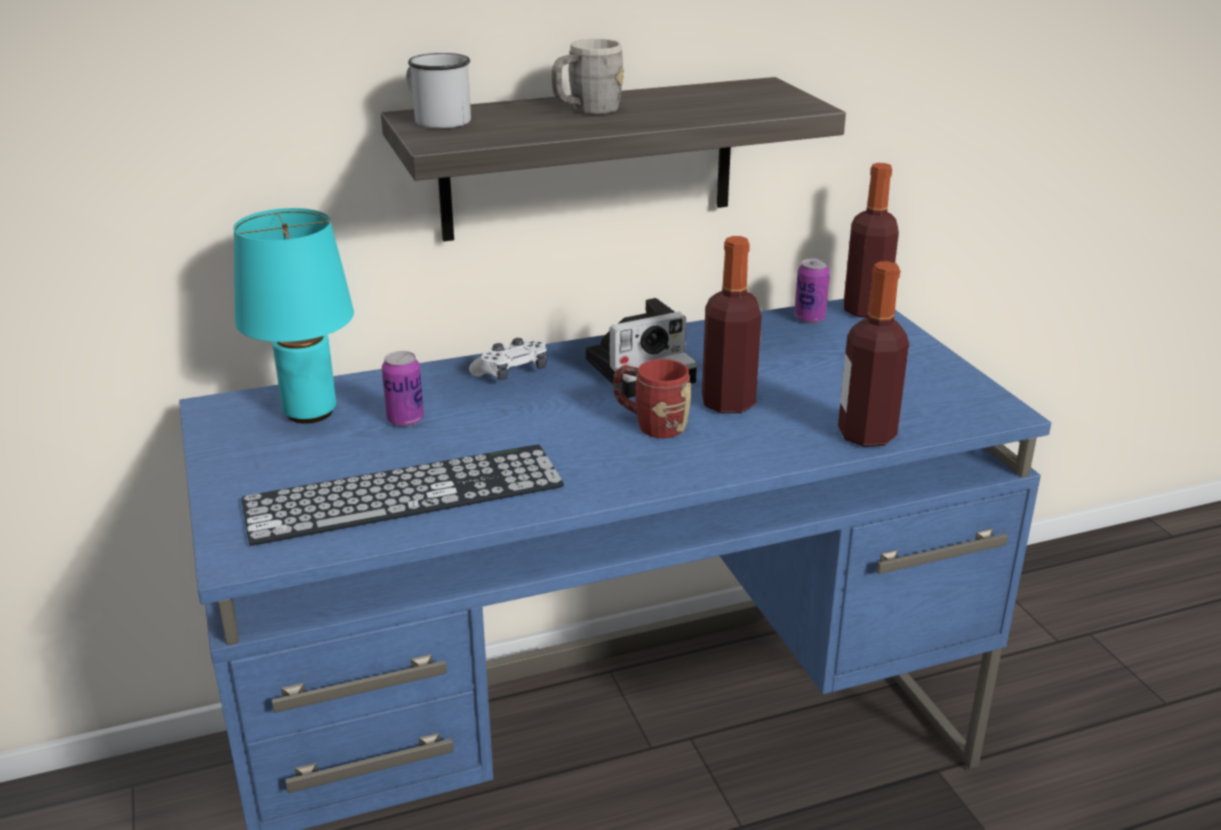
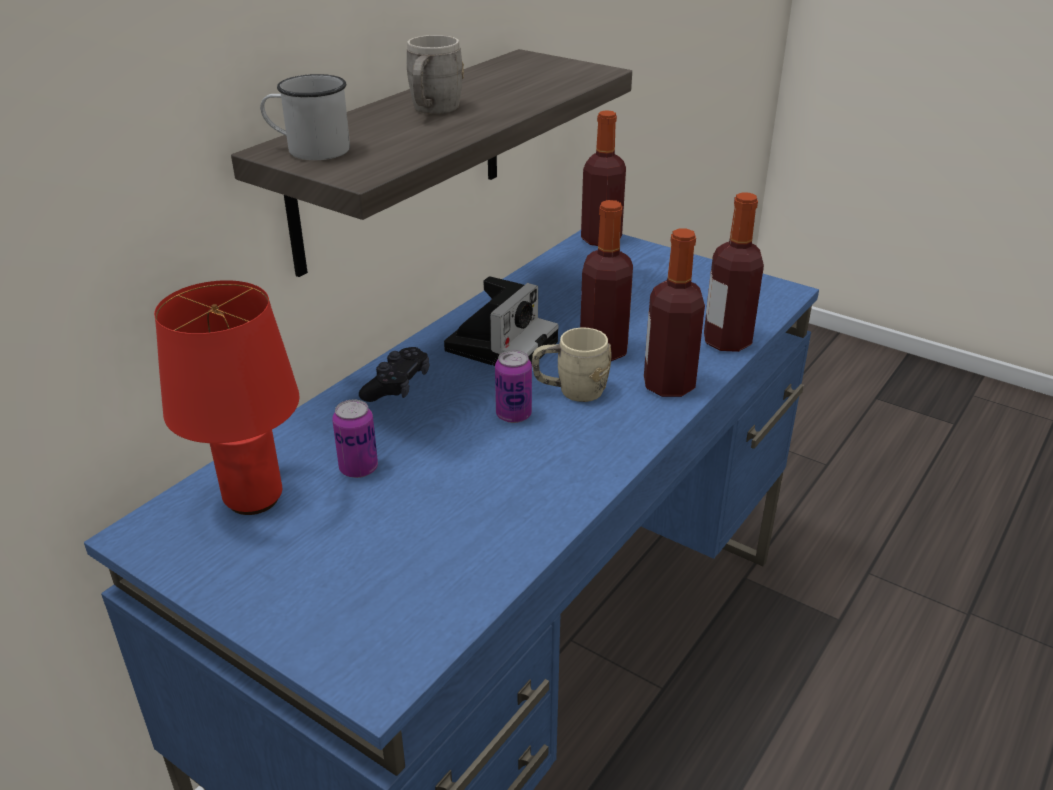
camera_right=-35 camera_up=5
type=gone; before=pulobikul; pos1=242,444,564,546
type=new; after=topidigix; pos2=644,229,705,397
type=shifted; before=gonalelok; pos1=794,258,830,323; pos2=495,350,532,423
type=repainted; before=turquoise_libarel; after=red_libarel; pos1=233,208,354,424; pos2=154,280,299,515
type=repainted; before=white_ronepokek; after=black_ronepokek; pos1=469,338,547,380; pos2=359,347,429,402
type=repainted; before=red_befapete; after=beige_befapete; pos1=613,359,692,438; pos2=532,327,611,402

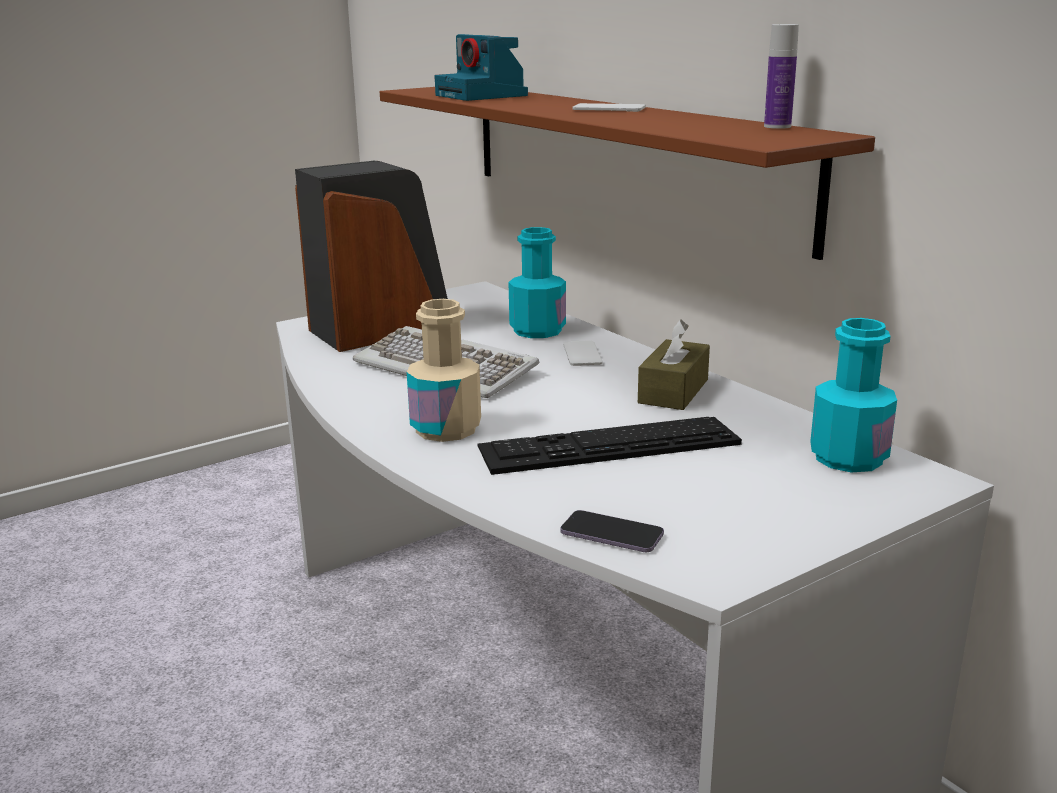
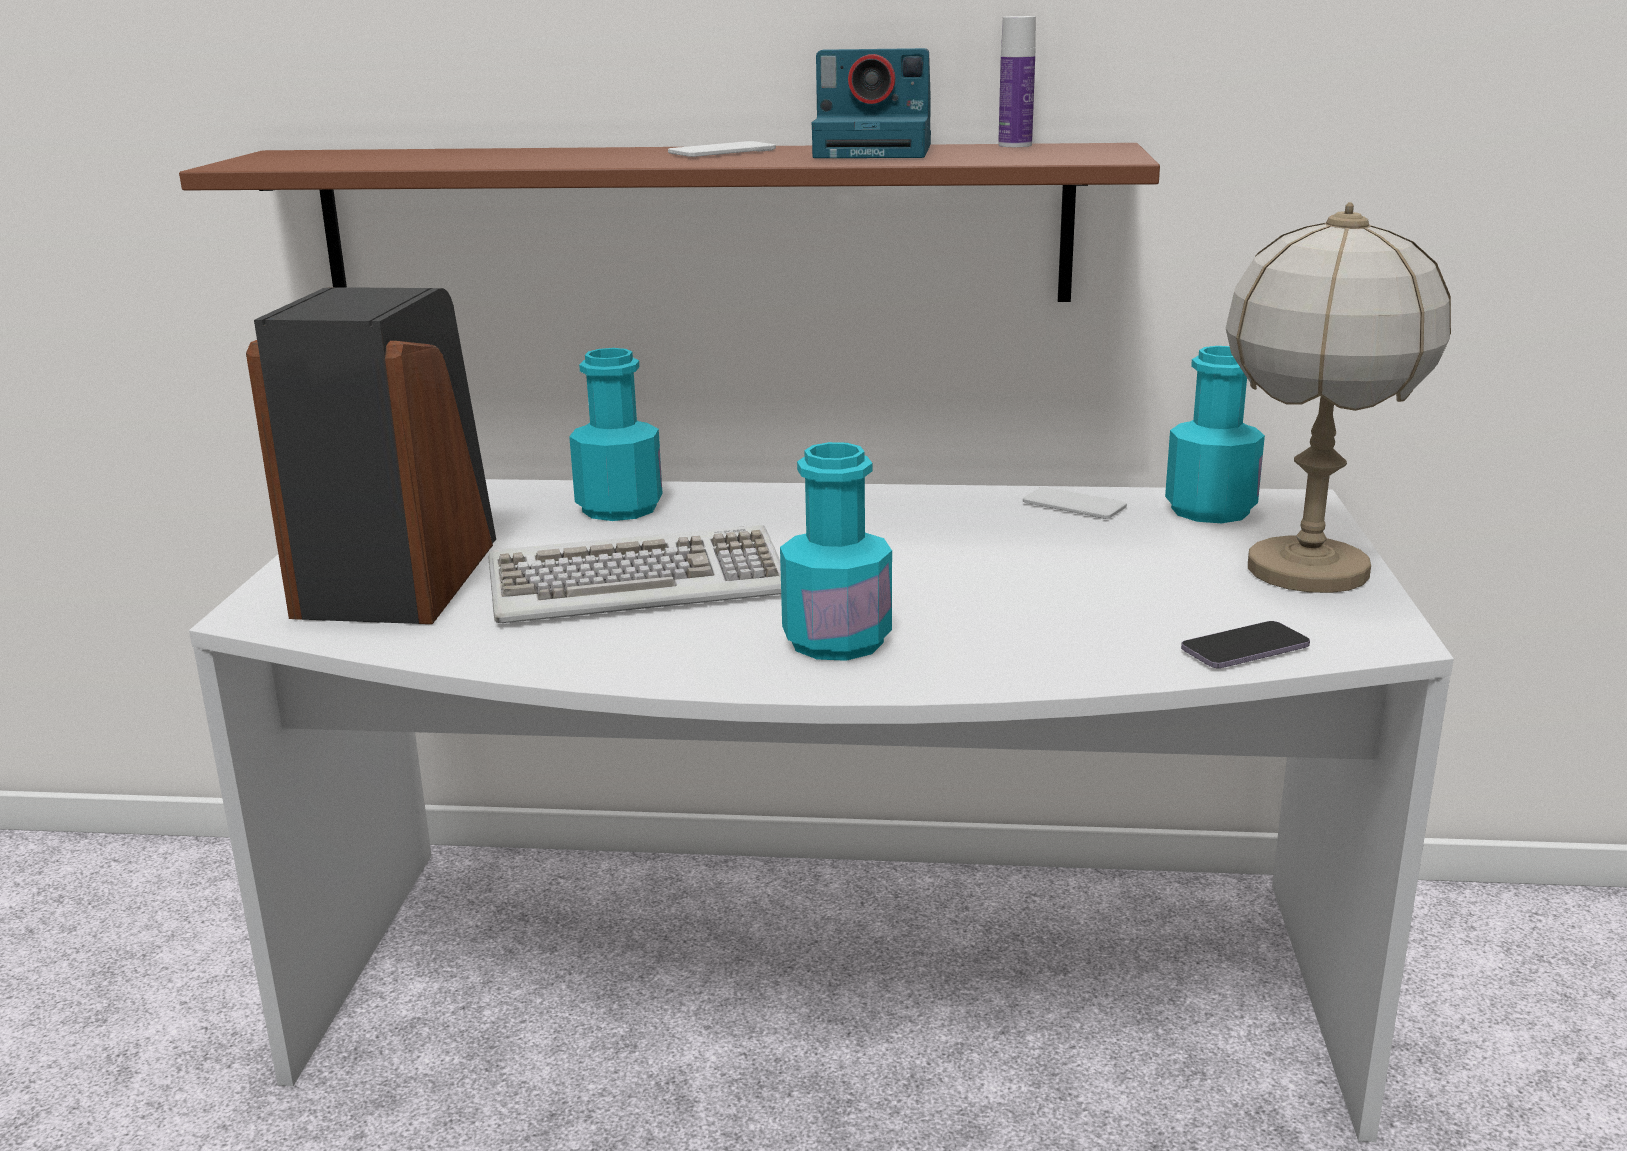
camera_right=-50 camera_up=0
type=gone; before=pulobikul; pos1=477,417,742,475
type=gone; before=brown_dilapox; pos1=638,319,710,410
type=new; after=libarel; pos2=1226,202,1451,593
type=shifted; before=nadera; pos1=434,34,528,101; pos2=812,48,931,158
type=shifted; before=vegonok; pos1=563,341,603,366; pos2=1023,487,1127,519
type=repainted; before=beige_topidigix; after=turquoise_topidigix; pos1=407,299,481,442; pos2=780,442,892,661

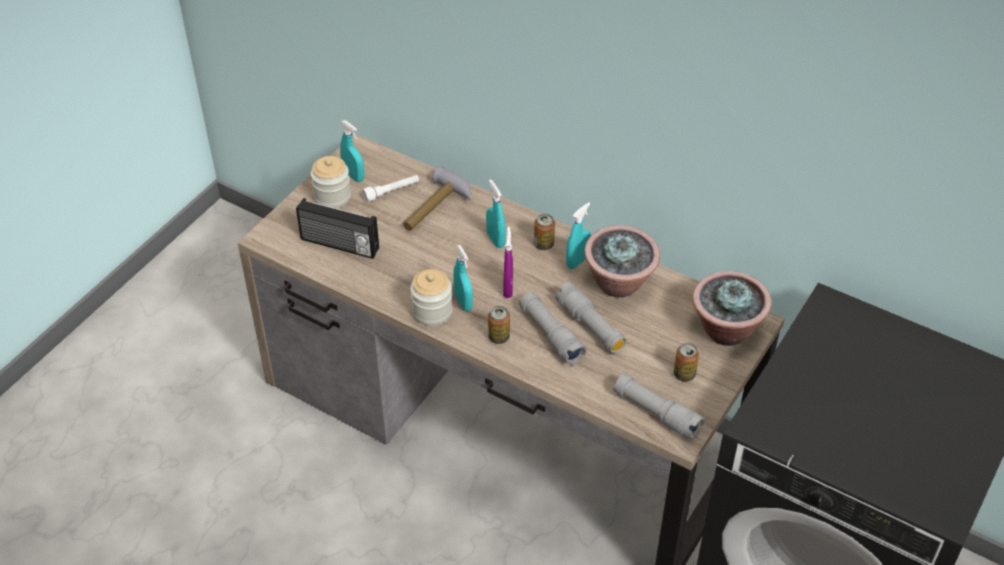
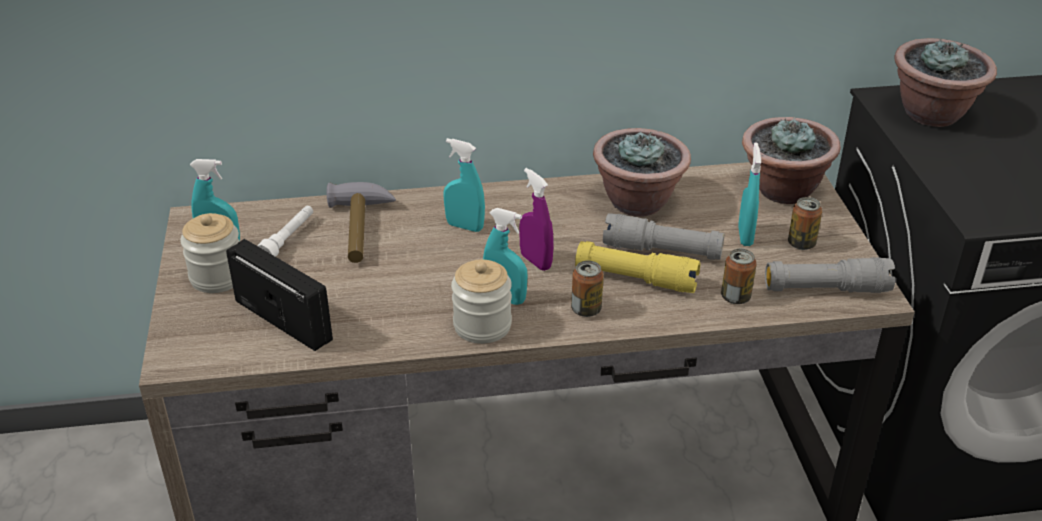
camera_right=-40 camera_up=-10
type=new; after=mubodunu; pos2=894,38,997,127
type=shifted; before=gonalelok; pos1=534,214,555,250; pos2=721,249,757,304
type=shifted; before=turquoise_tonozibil; pos1=566,202,591,269; pos2=738,142,761,246
type=repainted; before=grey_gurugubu; after=yellow_gurugubu; pos1=519,292,587,365; pos2=575,241,701,293
type=rotated; before=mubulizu; pos1=296,198,379,259; pos2=226,239,333,351; turn=-120

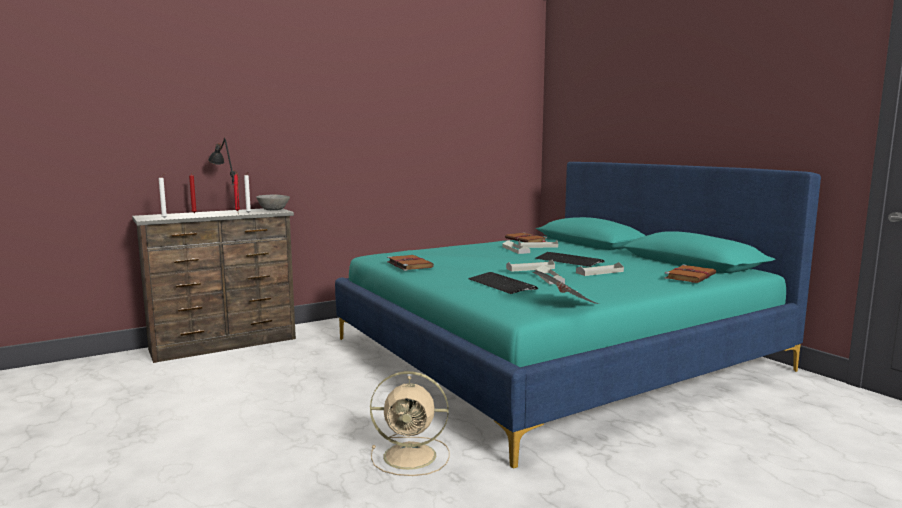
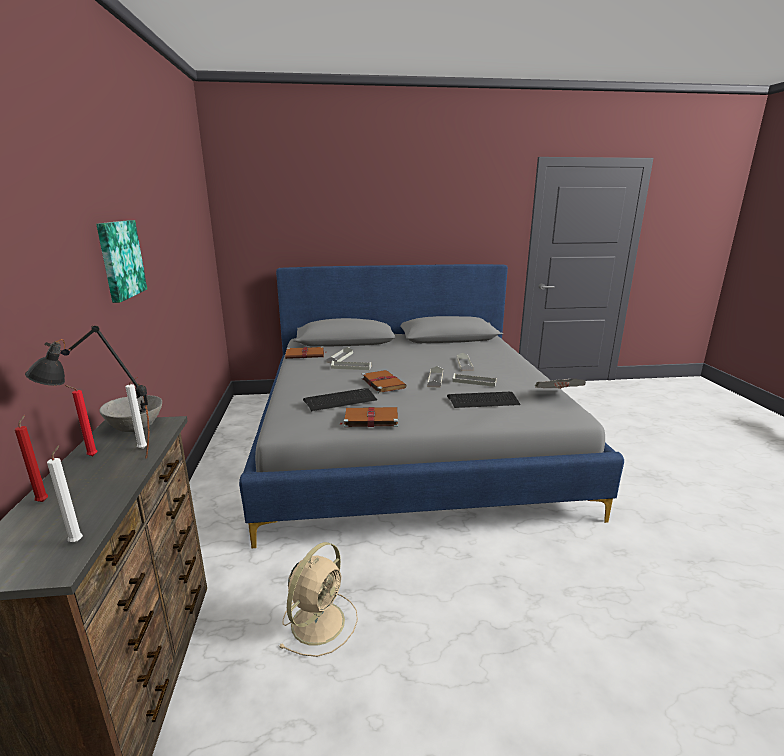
camera_right=-65 camera_up=10
type=new; after=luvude; pos2=96,220,147,303
type=shifted; before=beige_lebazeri; pos1=370,371,450,476; pos2=279,542,358,657
type=shifted; before=pulobikul; pos1=535,252,605,267; pos2=303,388,377,411
type=shifted; before=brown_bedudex; pos1=664,264,716,283; pos2=361,370,407,393
type=repainted; before=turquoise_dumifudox; after=grey_dumifudox; pos1=335,162,821,468; pos2=239,264,624,548

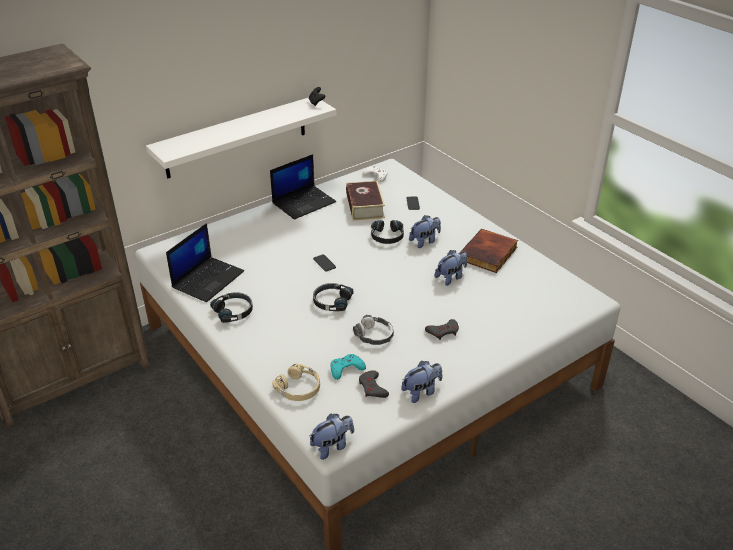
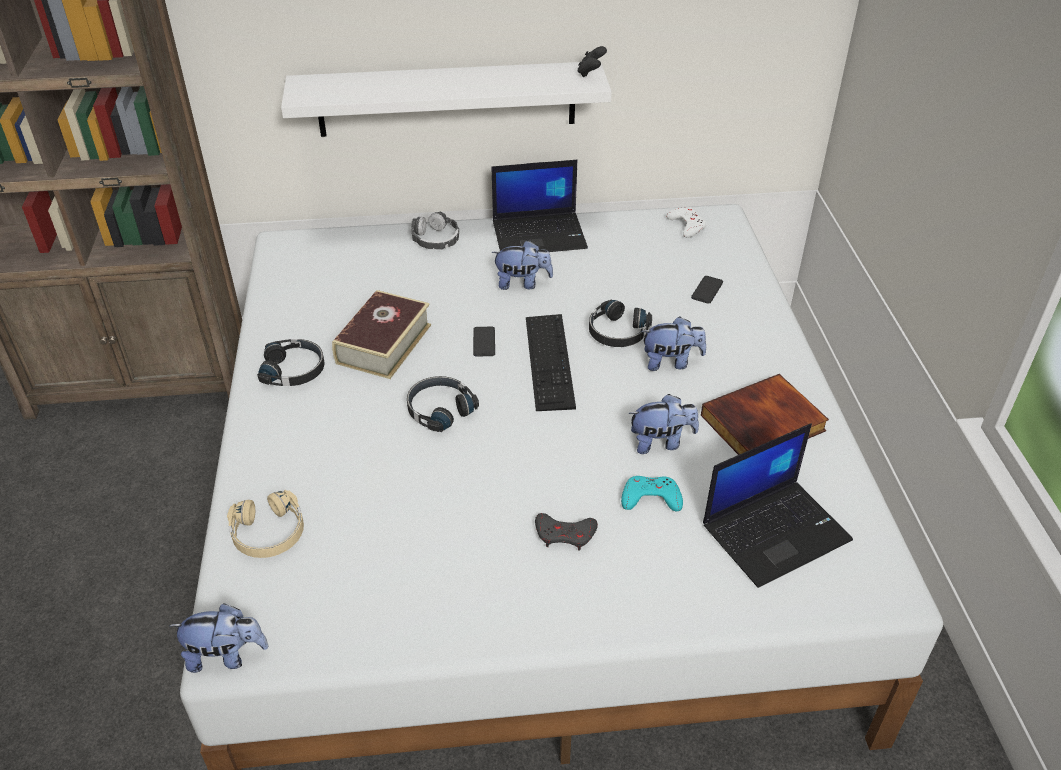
camera_right=30 camera_up=5
type=gone; before=grey_ronepokek; pos1=359,370,389,398
type=new; after=pulobikul; pos2=526,314,576,411
type=shifted; before=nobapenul; pos1=166,223,244,302; pos2=703,423,853,588
type=shifted; before=turquoise_ronepokek; pos1=330,354,366,380; pos2=621,476,683,511
type=shifted; before=bedudex; pos1=346,181,385,221; pos2=332,290,431,379
type=shifted; before=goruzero; pos1=353,315,394,345; pos2=411,212,459,250
type=shifted; before=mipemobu; pos1=401,361,442,403; pos2=491,240,553,290

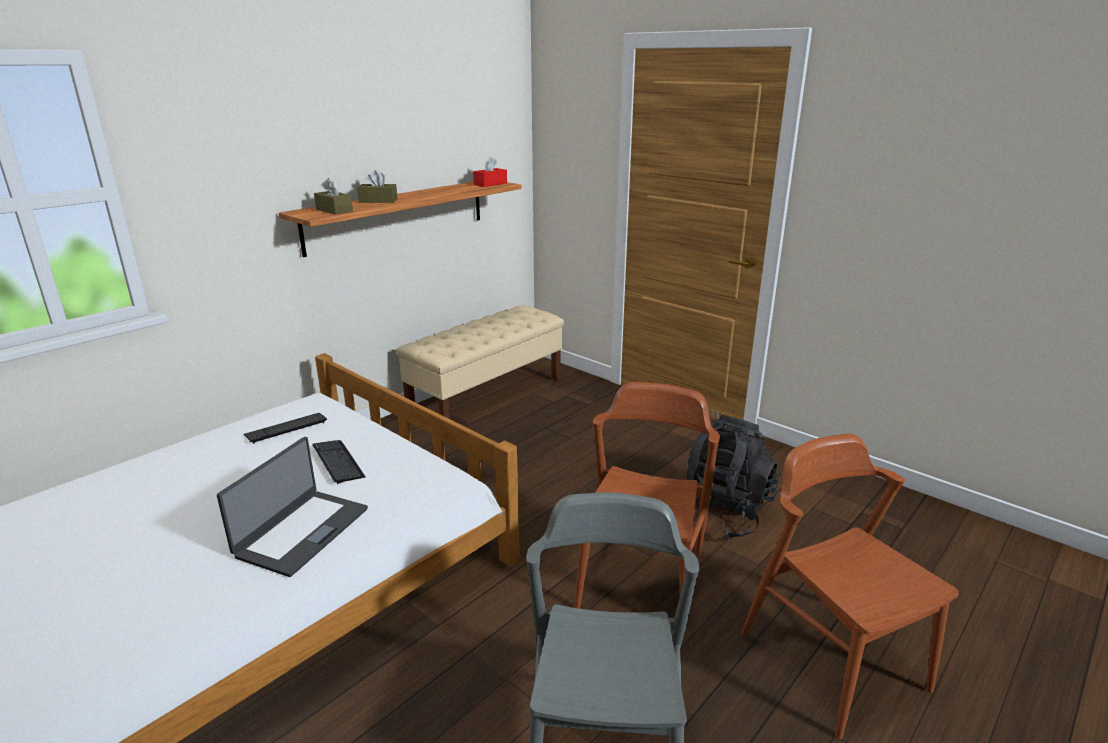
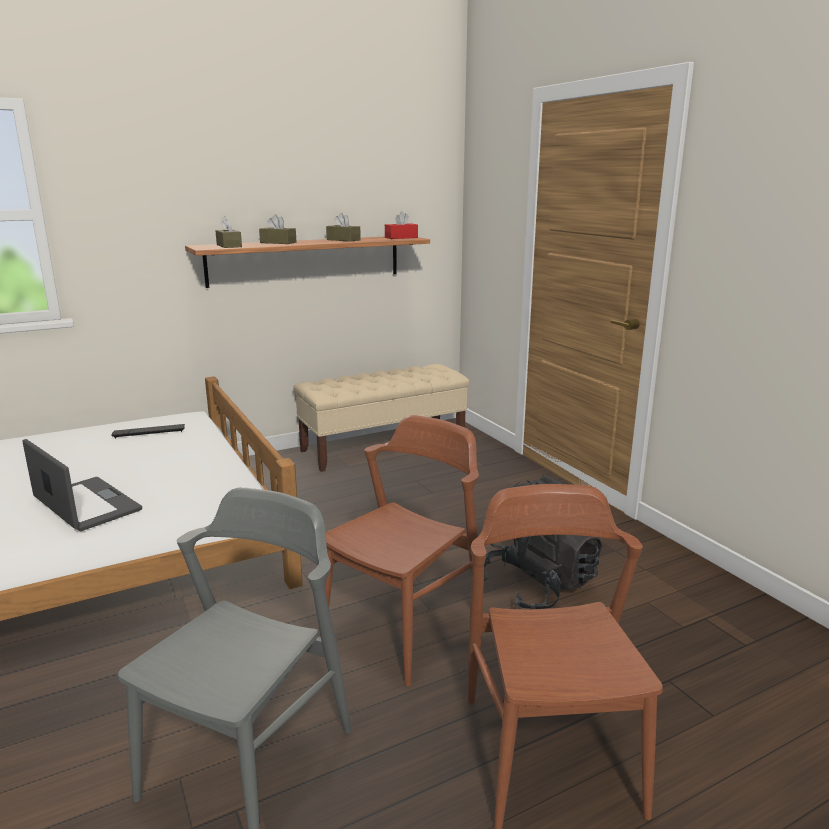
camera_right=20 camera_up=-5
type=gone; before=pulobikul; pos1=312,440,366,484
type=new; after=brown_dilapox; pos2=326,213,361,242
type=rotated; before=nobapenul; pos1=217,437,368,577; pos2=22,439,142,531; turn=-90

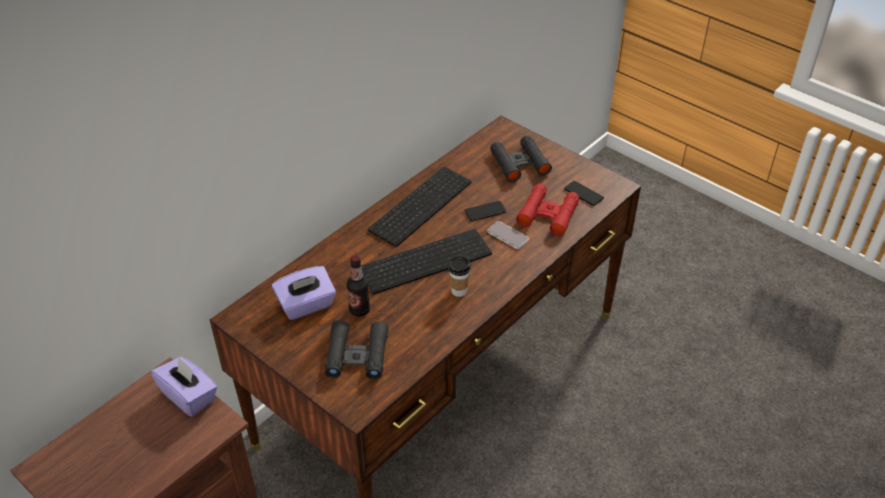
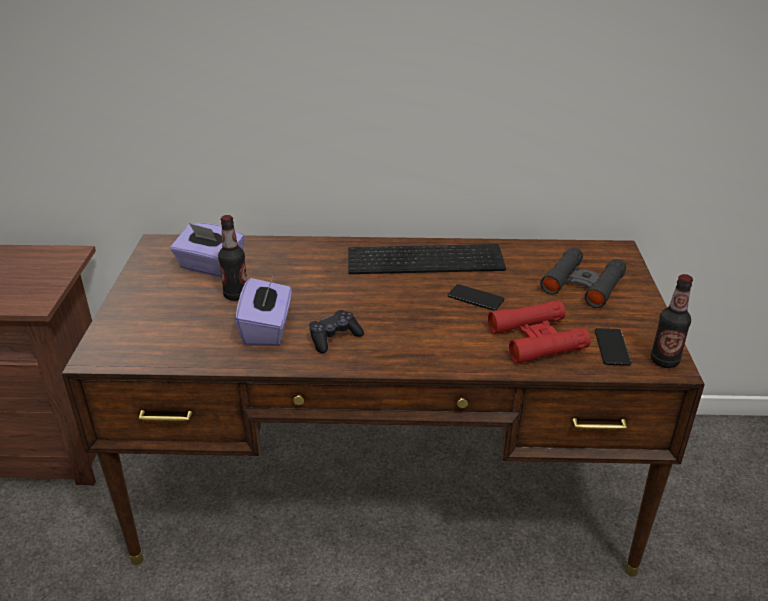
camera_right=50 camera_up=-10
type=gone; before=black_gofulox; pos1=325,320,389,380
type=gone; before=pulobikul; pos1=361,229,492,294
type=gone; before=vegonok; pos1=487,221,529,249
type=new; after=topidigix; pos2=651,274,693,368
type=shifted; before=purple_dilapox; pos1=151,357,217,417; pos2=235,275,292,346
type=swapped; before=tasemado; after=black_ronepokek; pos1=448,256,471,297; pos2=309,310,364,353

